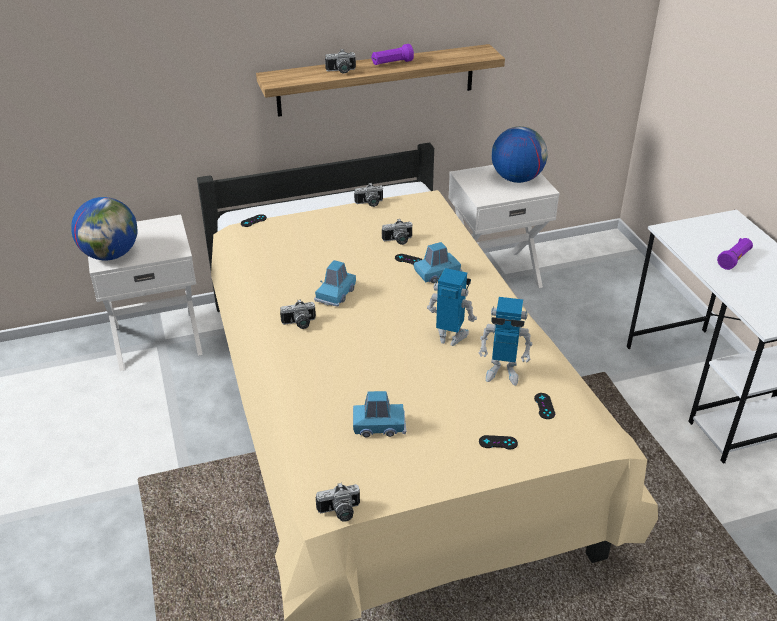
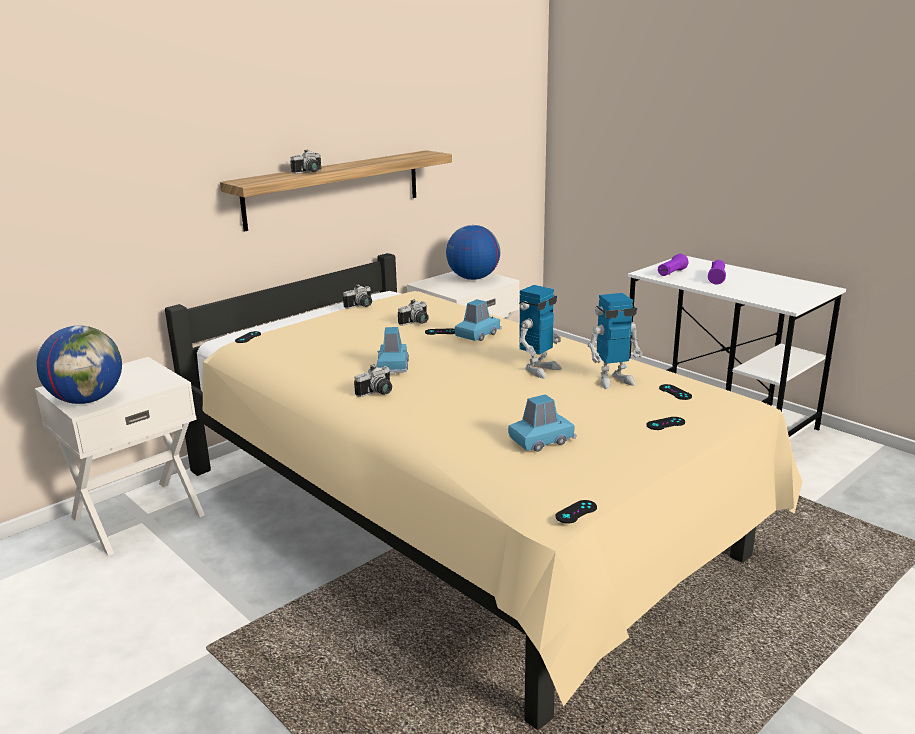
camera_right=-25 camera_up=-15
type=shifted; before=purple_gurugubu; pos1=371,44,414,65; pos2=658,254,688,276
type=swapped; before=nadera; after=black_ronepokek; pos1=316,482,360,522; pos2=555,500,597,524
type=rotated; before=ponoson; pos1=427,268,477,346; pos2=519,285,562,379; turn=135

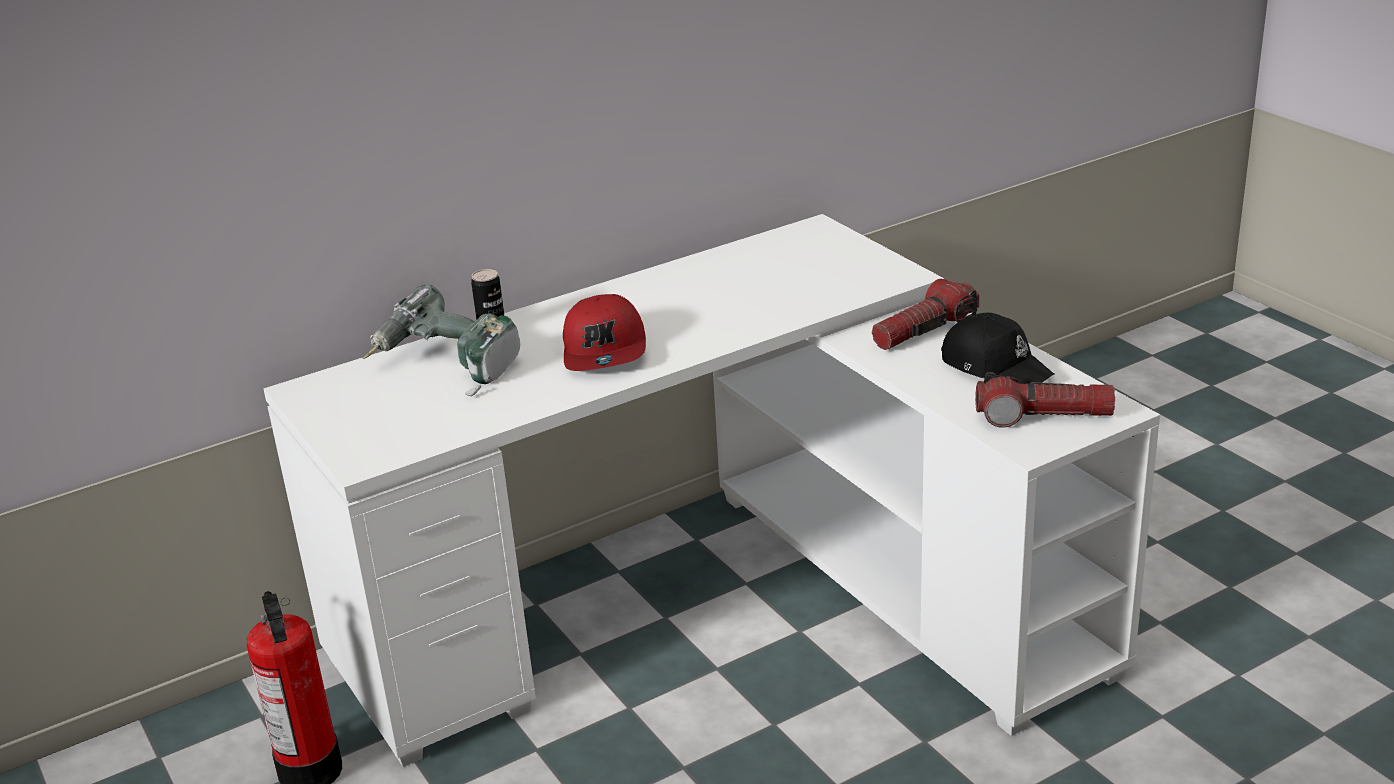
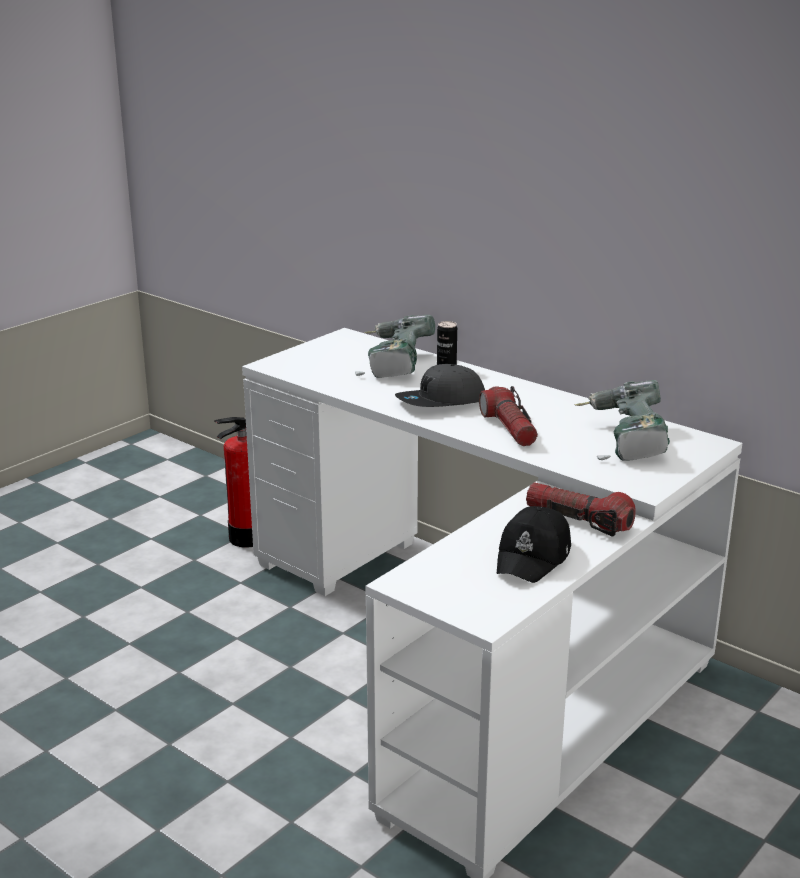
camera_right=70 camera_up=-5
type=new; after=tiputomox; pos2=574,380,670,461
type=shifted; before=gurugubu; pos1=975,372,1115,428; pos2=479,386,538,446
type=repainted; before=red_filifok; after=grey_filifok; pos1=563,294,646,371; pos2=395,364,485,407

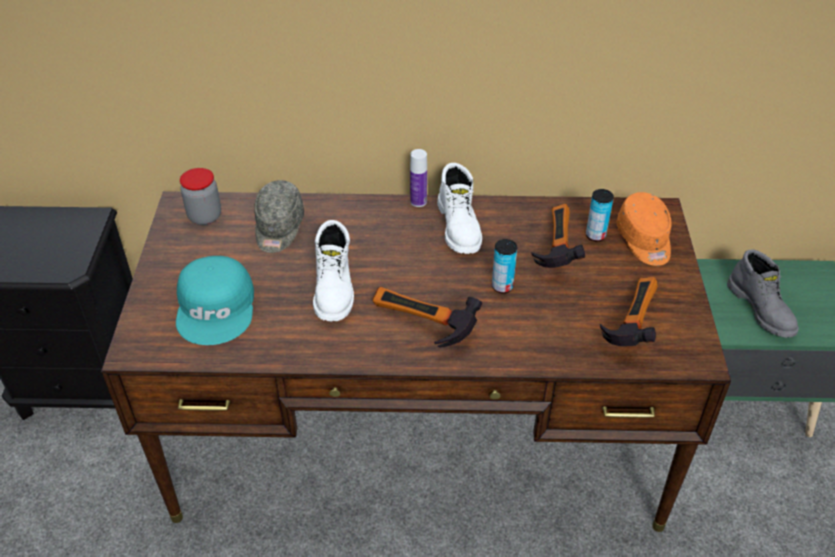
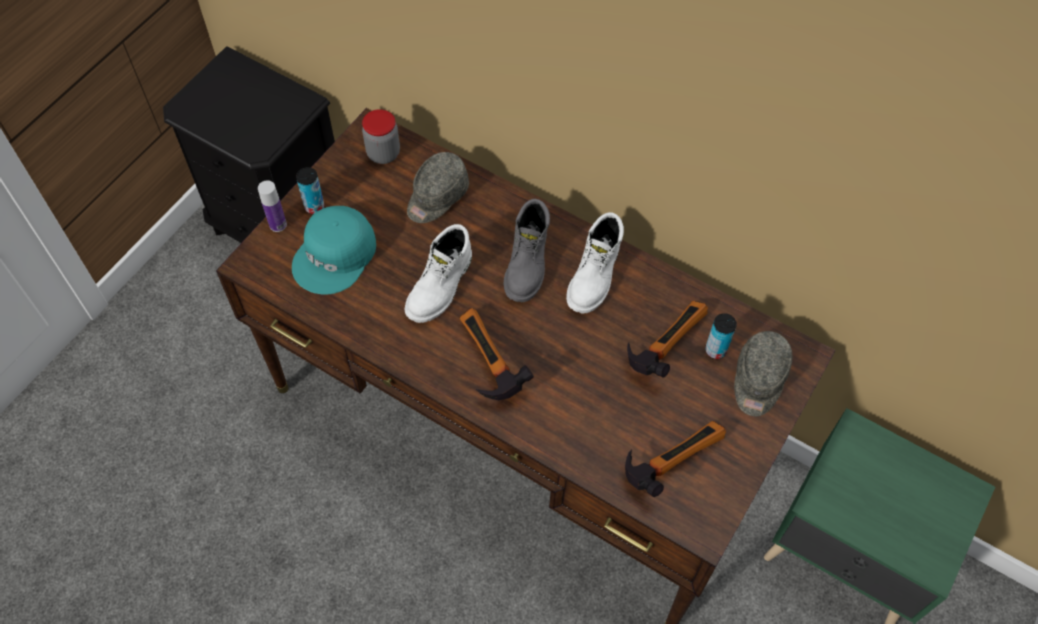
camera_right=30 camera_up=15
type=shifted; before=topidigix; pos1=410,149,427,207; pos2=258,180,287,232
type=shifted; before=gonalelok; pos1=492,239,517,293; pos2=296,167,324,214
type=shifted; before=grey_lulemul; pos1=727,249,799,338; pos2=504,199,550,302
type=repainted; before=orange_filifok; after=grey_filifok; pos1=616,192,672,266; pos2=734,331,793,416

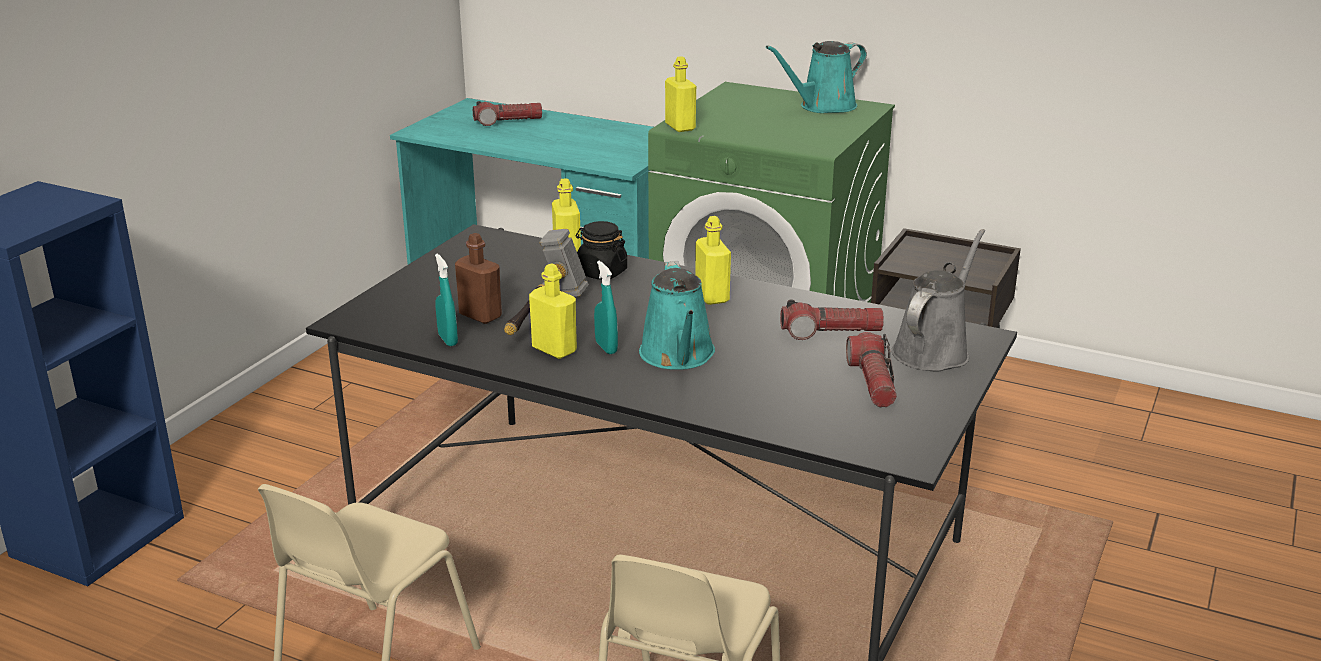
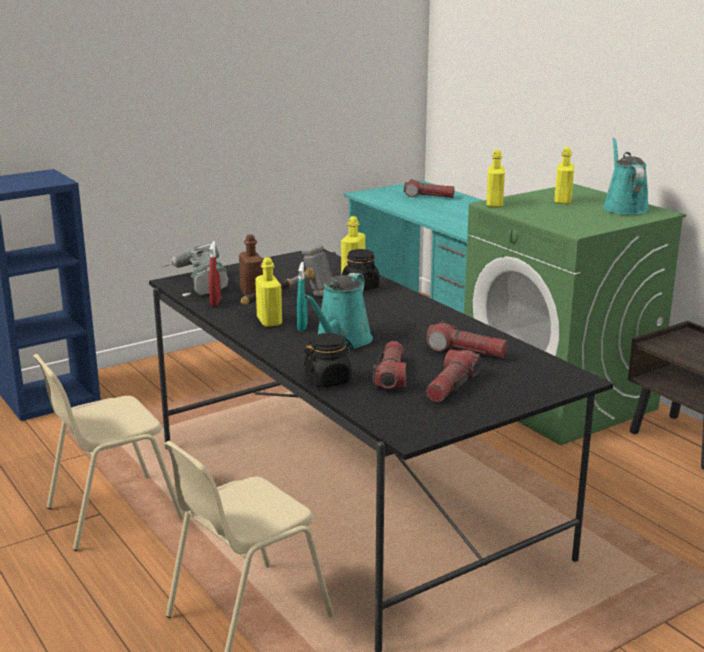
camera_right=30 camera_up=-5
type=gone; before=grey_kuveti; pos1=891,229,985,372
type=new; after=tiputomox; pos2=162,243,229,297
type=new; after=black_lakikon; pos2=303,333,353,387
type=new; after=gurugubu; pos2=373,341,406,389
type=shifted; before=yellow_topidigix; pos1=695,216,731,305; pos2=554,147,574,204
type=repainted; before=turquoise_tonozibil; after=red_tonozibil; pos1=435,254,458,346; pos2=209,241,221,306
type=rotated; before=turquoise_kuveti; pos1=766,41,867,113; pos2=603,138,649,215; turn=90

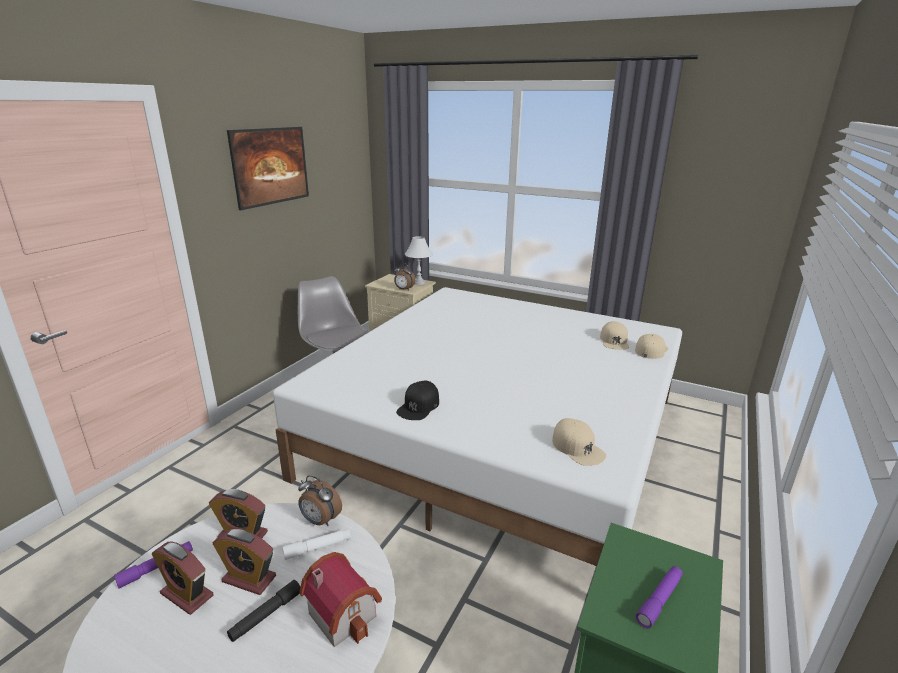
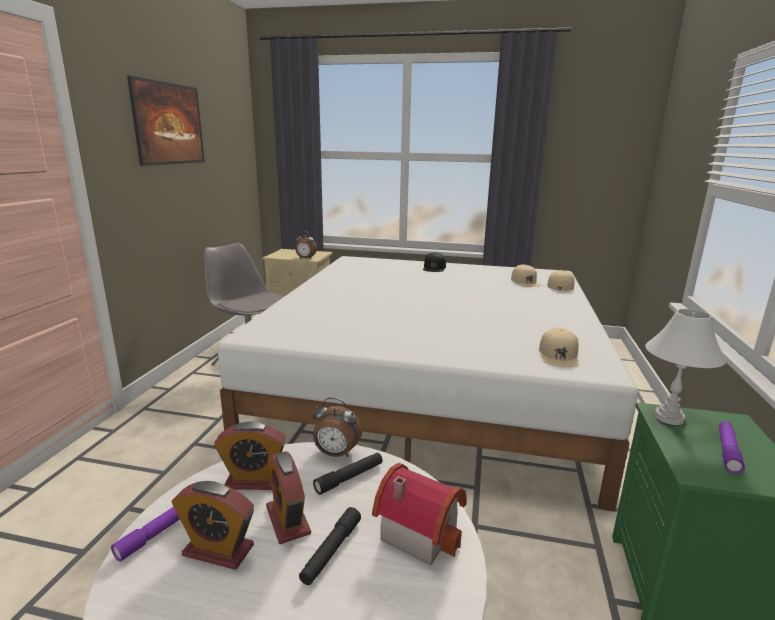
camera_right=-15 camera_up=-5
type=shifted; before=black_filifok; pos1=396,381,439,420; pos2=423,252,446,272
type=shifted; before=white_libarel; pos1=405,236,433,285; pos2=645,309,727,425
type=repainted; before=white_gurugubu; after=black_gurugubu; pos1=283,529,351,560; pos2=313,453,383,495
type=rotated; before=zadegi; pos1=213,529,276,595; pos2=266,451,311,544; turn=60
type=rotated; before=beige_filifok; pos1=552,418,606,466; pos2=539,327,579,367; turn=60

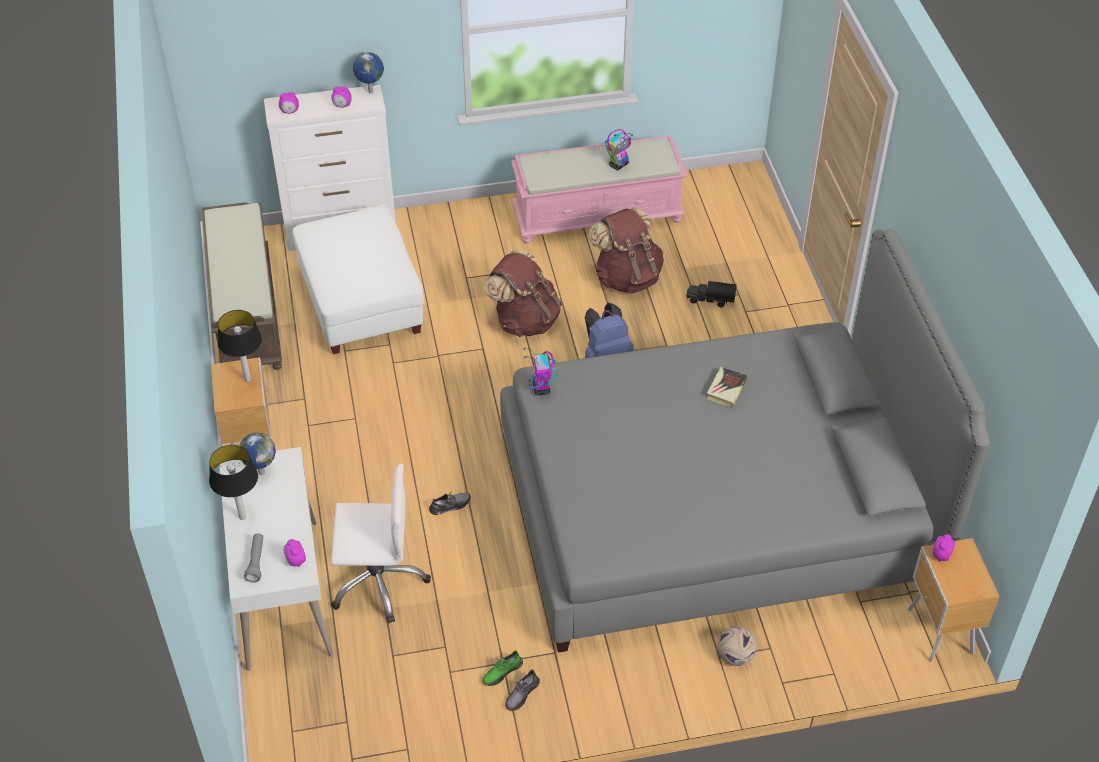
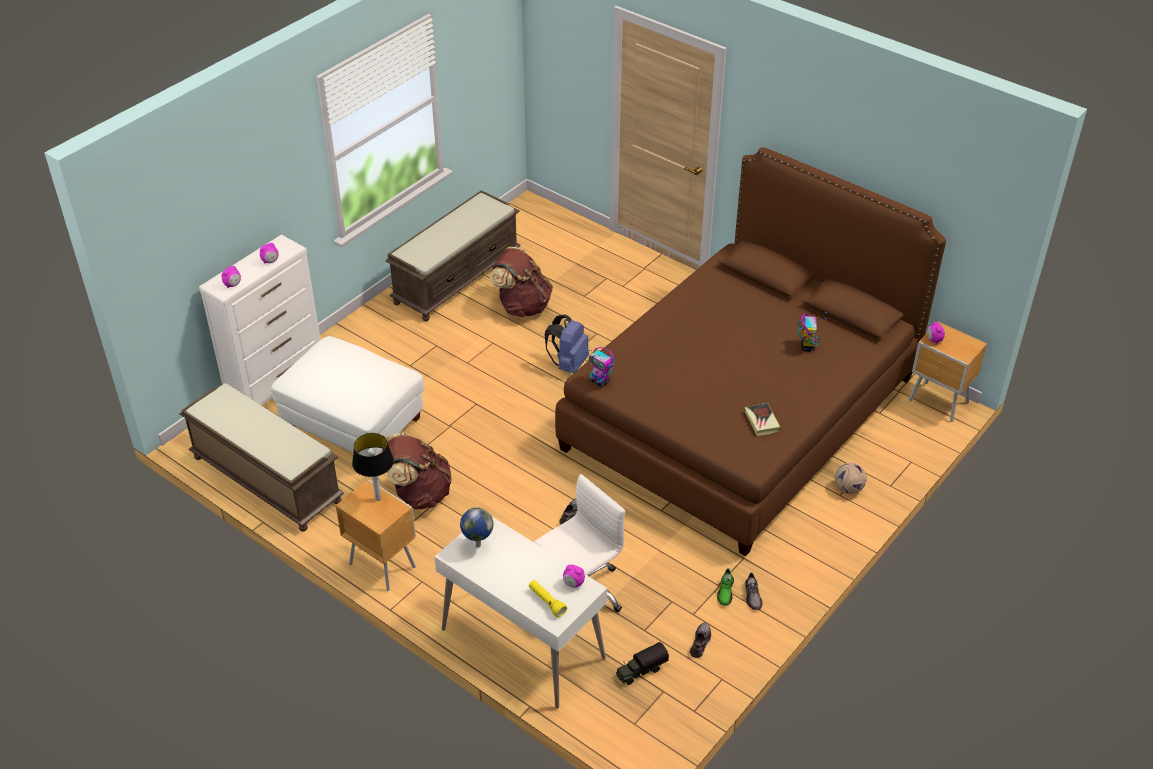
camera_right=-40 camera_up=-5
type=gone; before=libarel; pos1=209,445,258,520
type=gone; before=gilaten; pos1=353,52,384,94
type=new; after=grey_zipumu; pos2=690,622,711,658
type=shifted; before=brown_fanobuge; pos1=484,250,562,337; pos2=382,433,452,509
type=shifted; before=ponoson; pos1=605,129,633,170; pos2=797,312,827,351
type=shifted; before=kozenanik; pos1=686,281,736,307; pos2=616,642,669,685
type=shifted; before=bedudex; pos1=706,367,747,408; pos2=745,403,781,436
type=repainted; before=grey_gurugubu; after=yellow_gurugubu; pos1=244,533,264,583; pos2=529,580,567,617
type=repainted; before=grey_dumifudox; after=brown_dumifudox; pos1=500,229,990,653; pos2=555,147,946,556
type=repainted; before=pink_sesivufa; after=brown_sesivufa; pos1=511,135,688,243; pos2=385,190,521,321

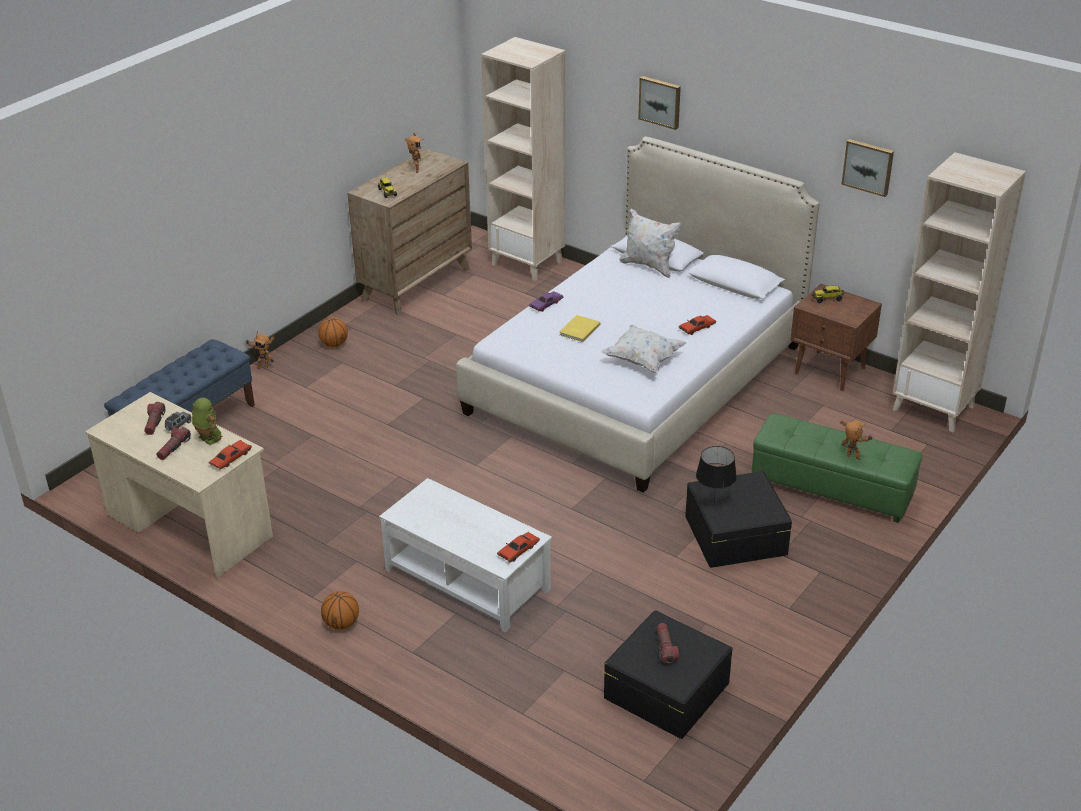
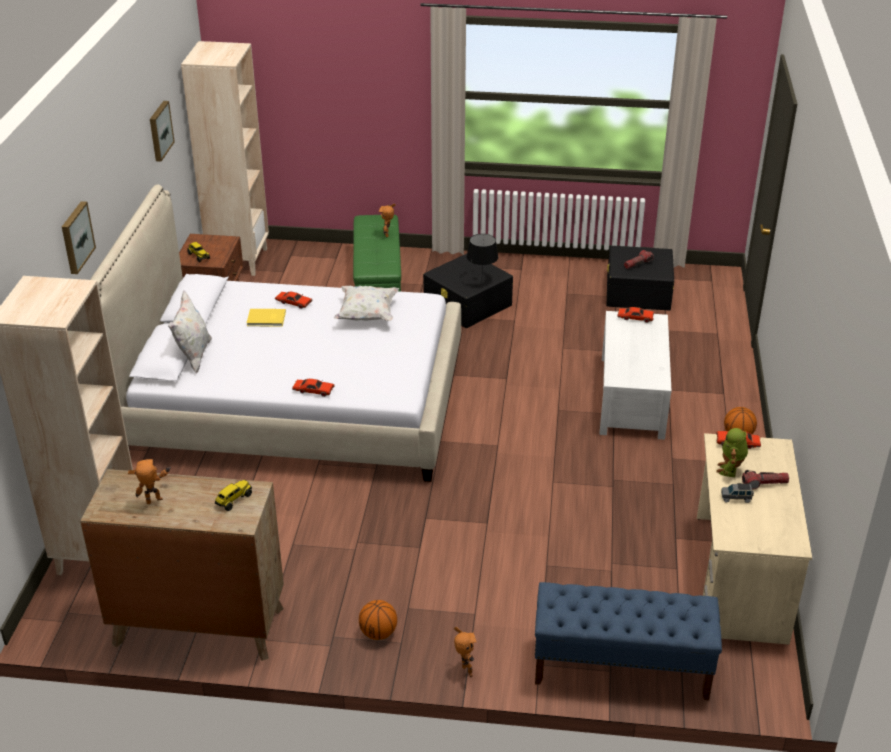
camera_right=-120 camera_up=0
type=gone; before=gurugubu; pos1=144,402,165,435
type=shifted; before=yellow_bedudex; pos1=559,315,601,342; pos2=247,309,286,327
type=repainted; before=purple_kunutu; after=red_kunutu; pos1=529,291,563,312; pos2=292,379,335,397

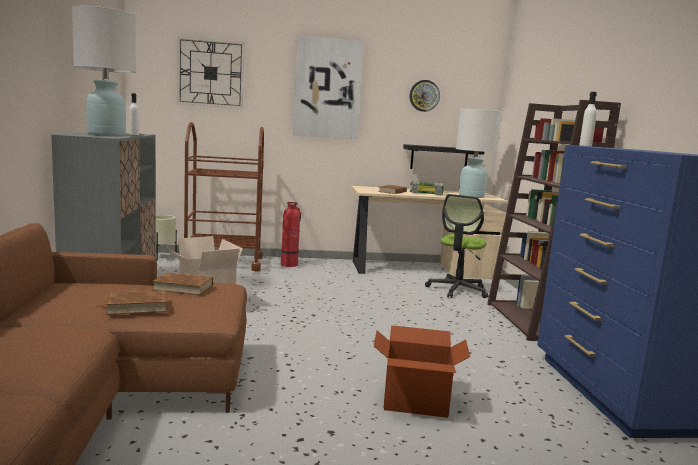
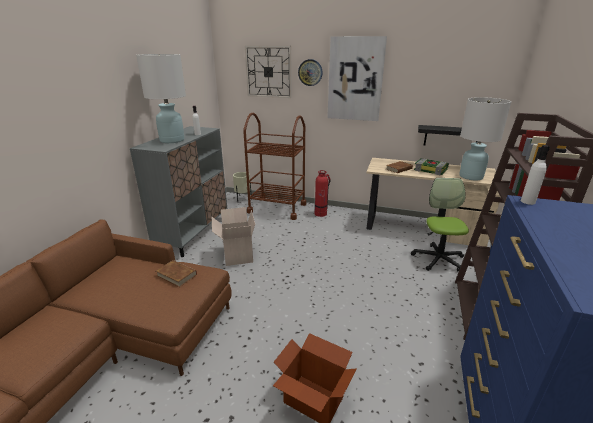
camera_right=25 camera_up=15
type=gone; before=brown_bedudex; pos1=97,290,167,315
type=shifted; before=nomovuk; pos1=409,80,440,112; pos2=298,59,322,86
type=rotated; before=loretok; pos1=425,194,489,298; pos2=411,178,469,271; turn=135

